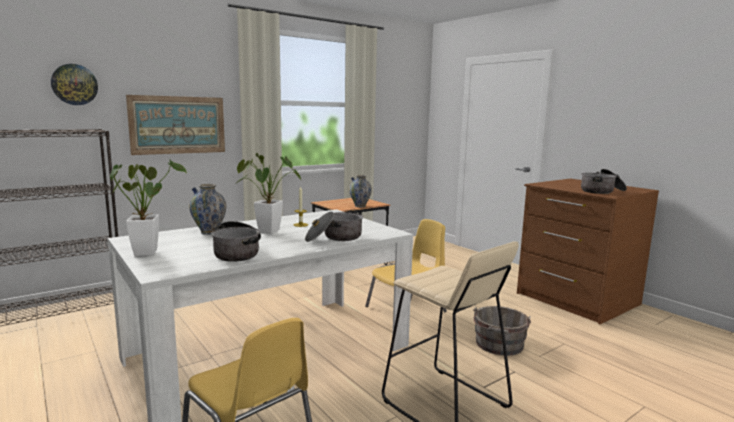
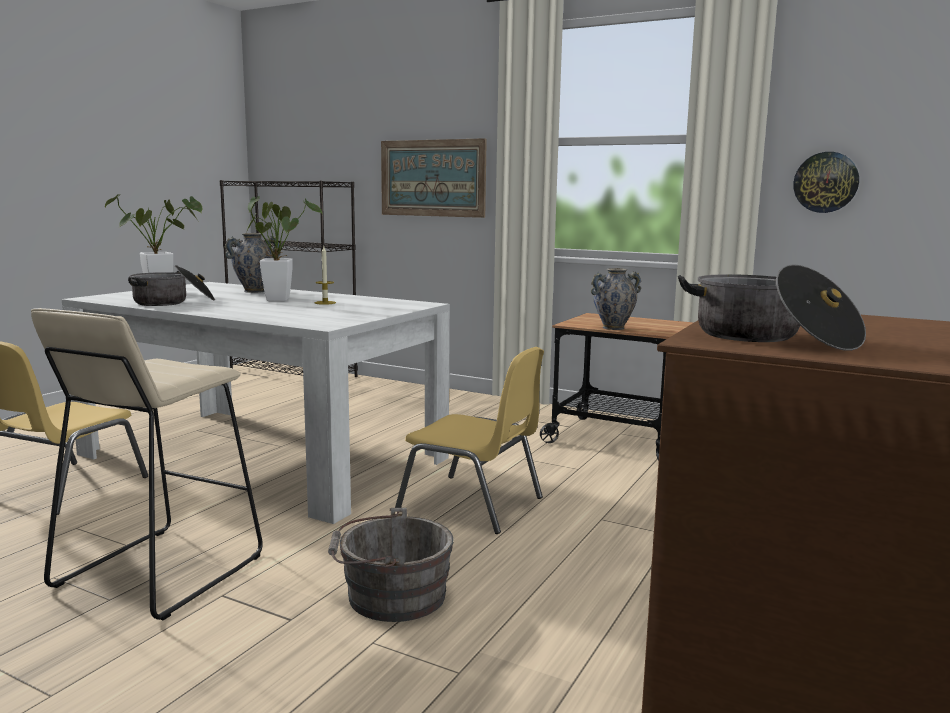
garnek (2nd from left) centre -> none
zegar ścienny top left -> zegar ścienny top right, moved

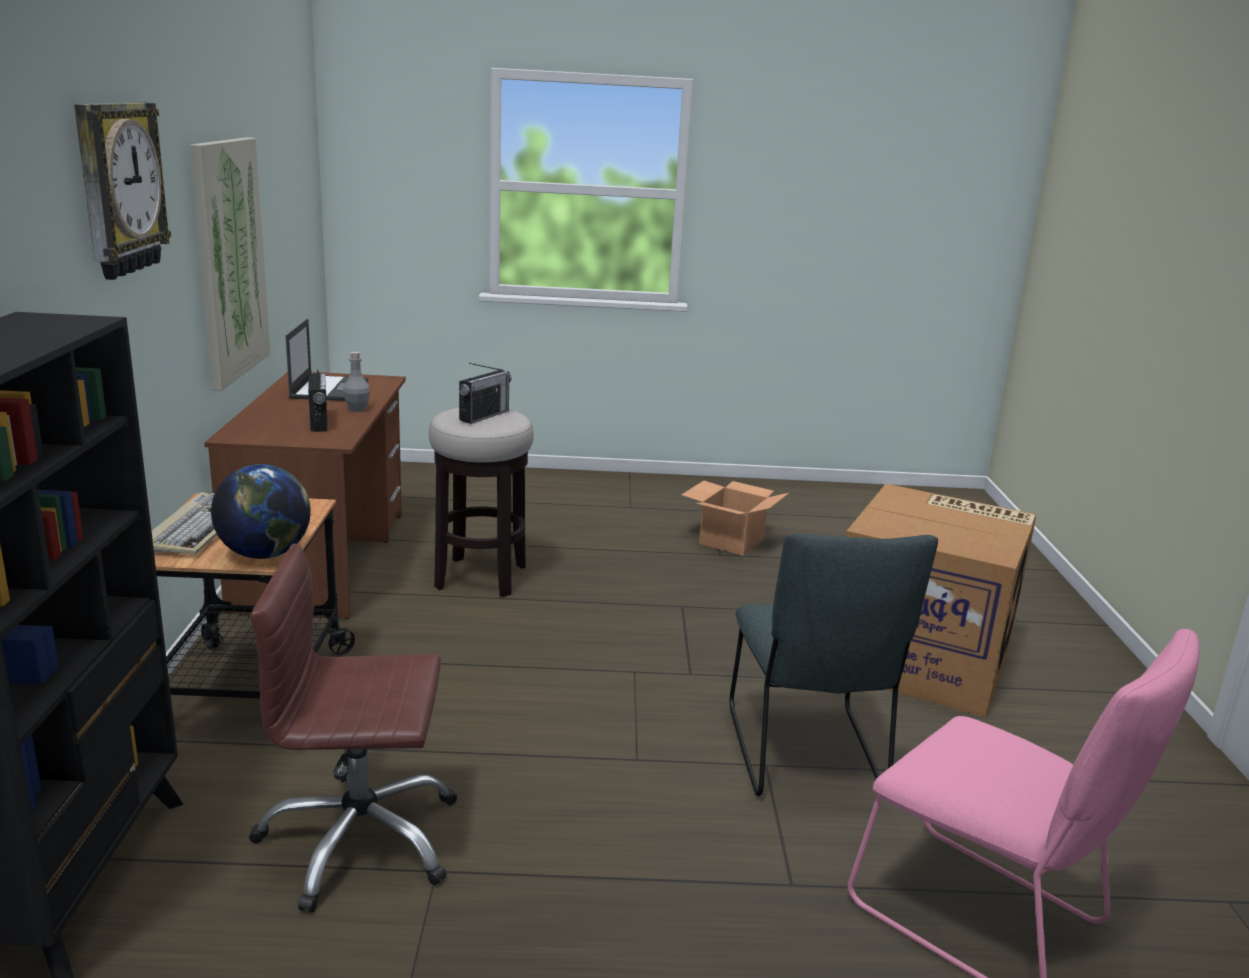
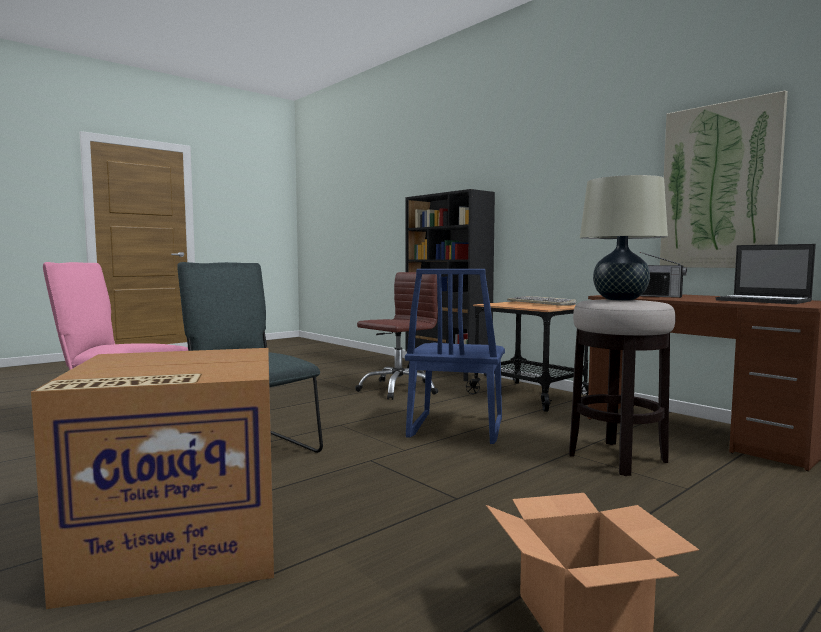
zegar ścienny top left -> none
globus middle left -> none
butelka (szary) middle left -> none
none -> krzesło (niebieski) centre
radio (2nd from left) centre -> lampa stołowa (beżowy) middle right

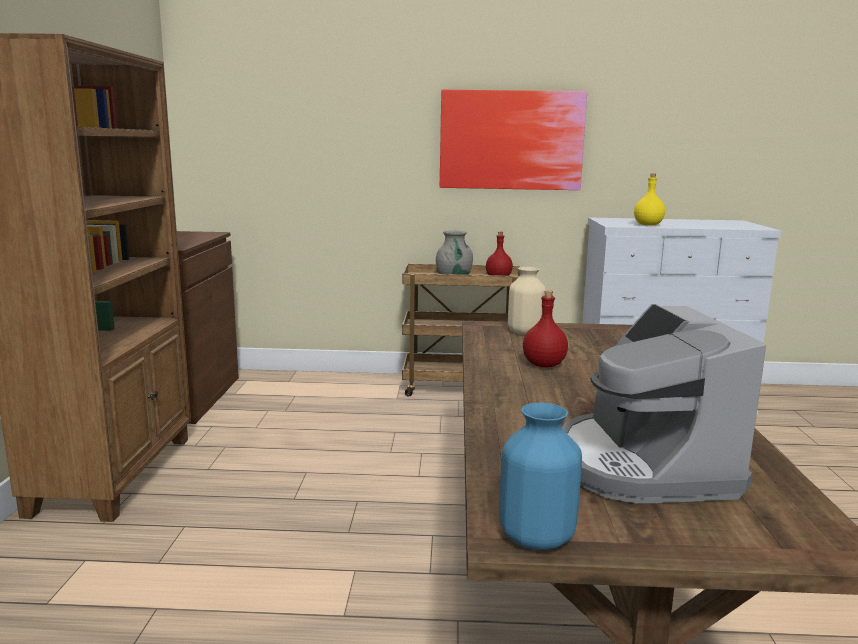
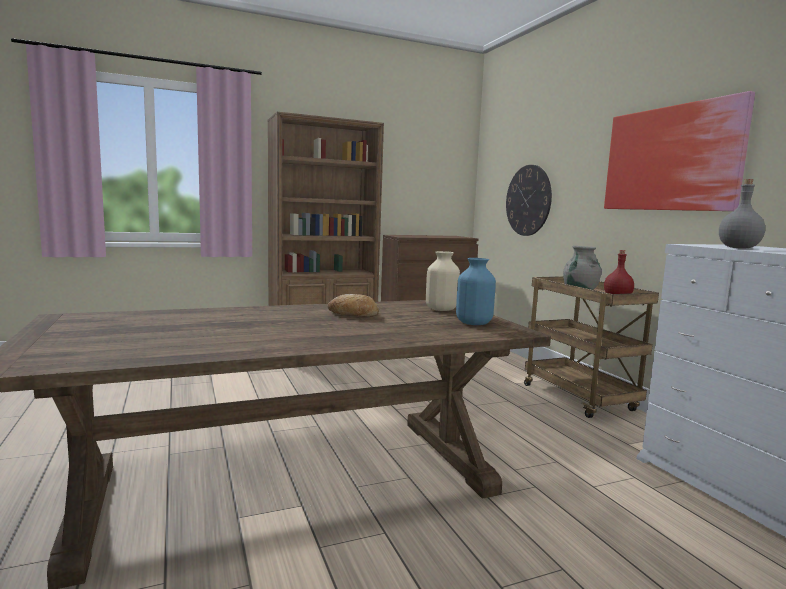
ekspres do kawy middle right -> none
none -> zegar ścienny middle right
wazon (niebieski) bottom centre -> wazon (niebieski) centre, moved
butelka (czerwony) (2nd from left) centre -> chleb centre
butelka (żółty) top right -> butelka (szary) middle right

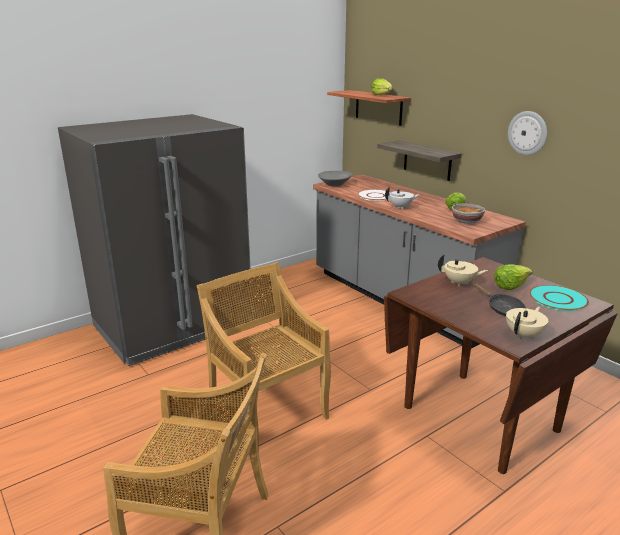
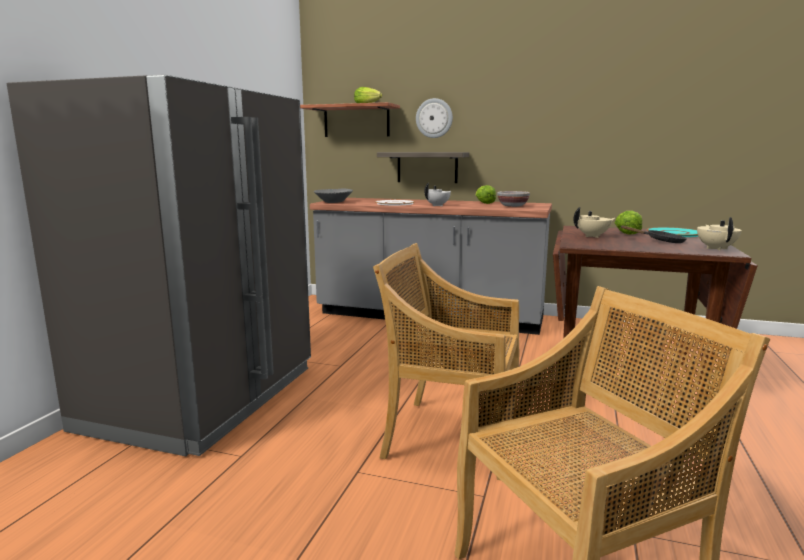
zegar ścienny top right -> zegar ścienny top centre, moved

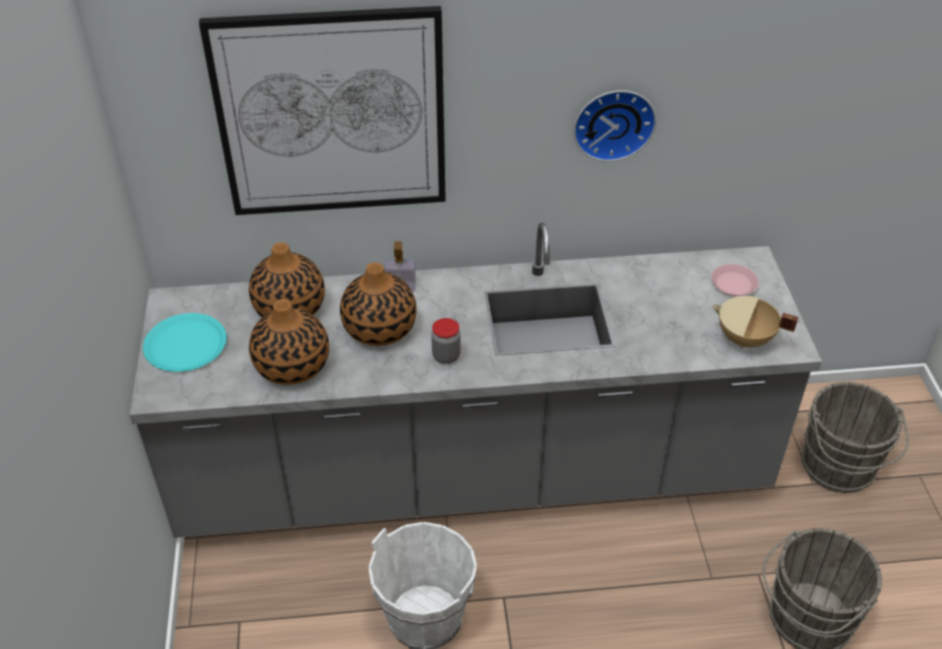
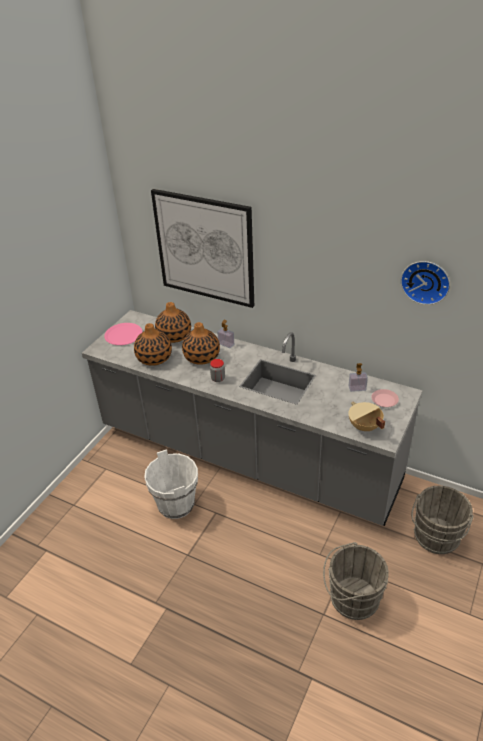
none -> dozownik mydła (2nd from left) middle right
zegar ścienny top centre -> zegar ścienny middle right, moved
talerz (turkusowy) middle left -> talerz (różowy) (1st from left) middle left

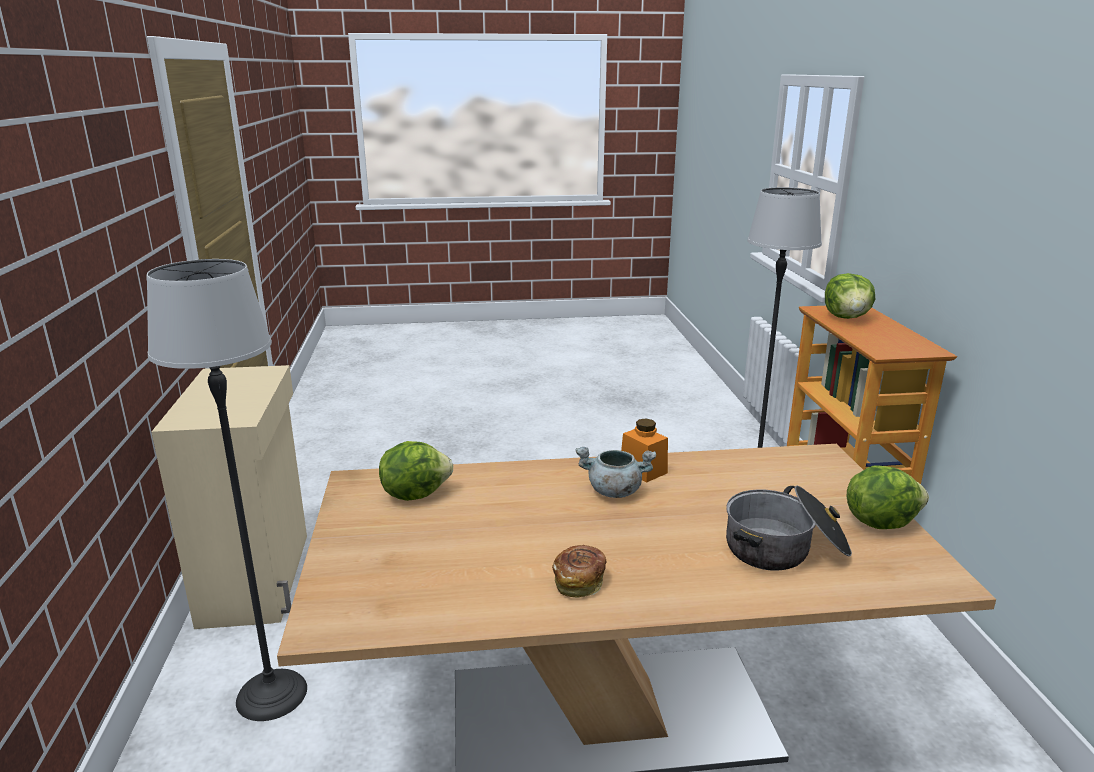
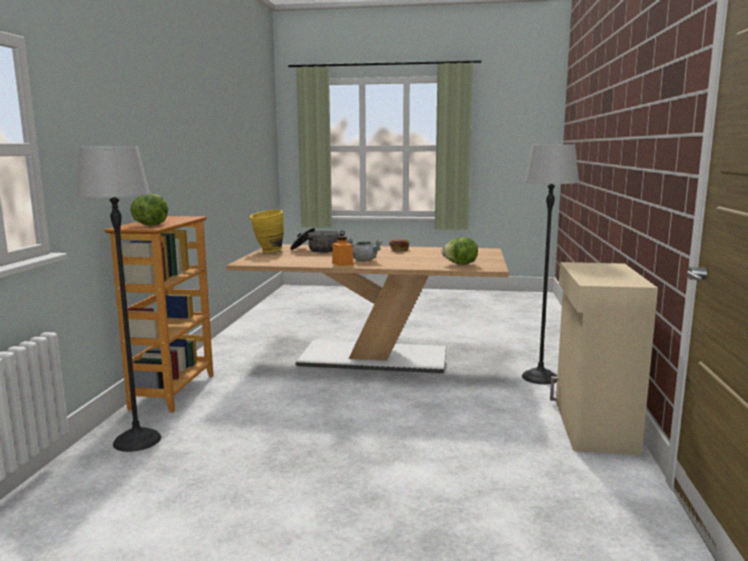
sałata (3rd from left) middle right -> wazon (żółty) centre

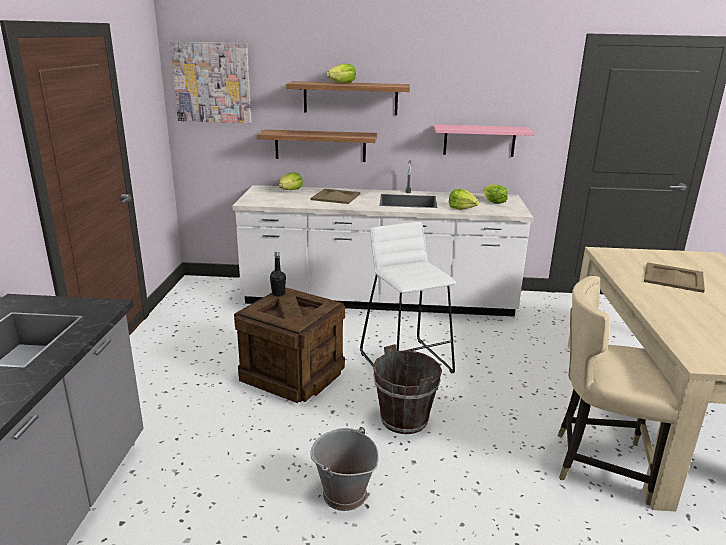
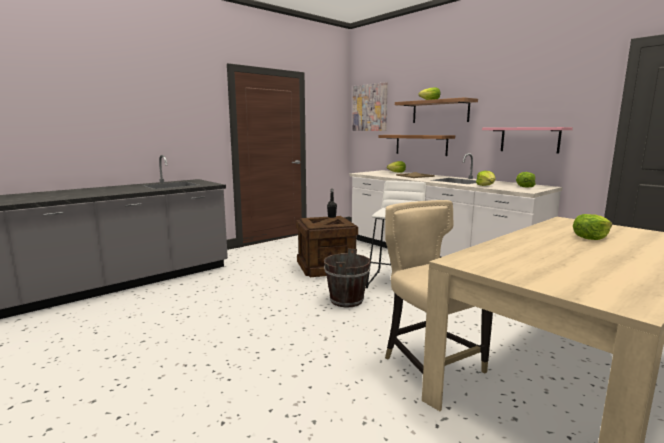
wiadro (szary) bottom centre -> none
taca (beżowy) (2nd from left) middle right -> sałata (5th from left) middle right

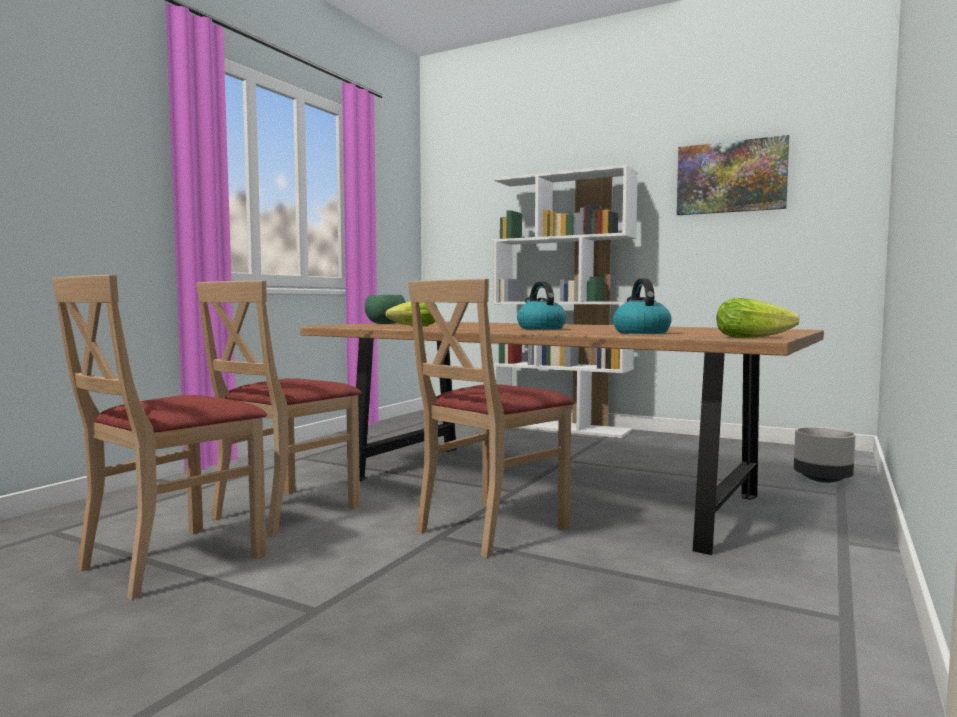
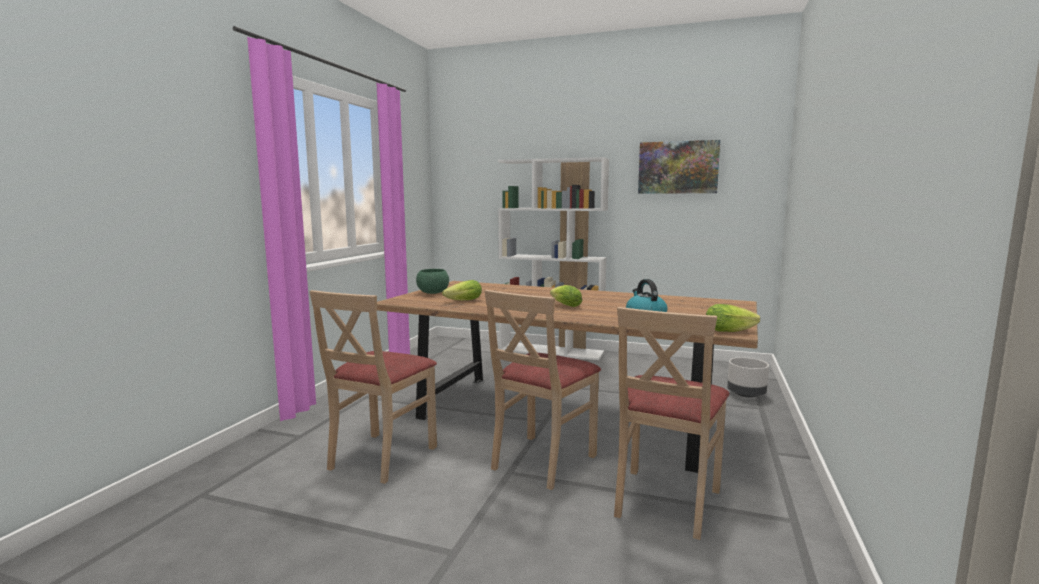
krzesło (beżowy) (1st from left in the first image) middle left -> krzesło (beżowy) (3rd from left) bottom centre, moved
czajnik (1st from left) centre -> sałata (2nd from left) centre

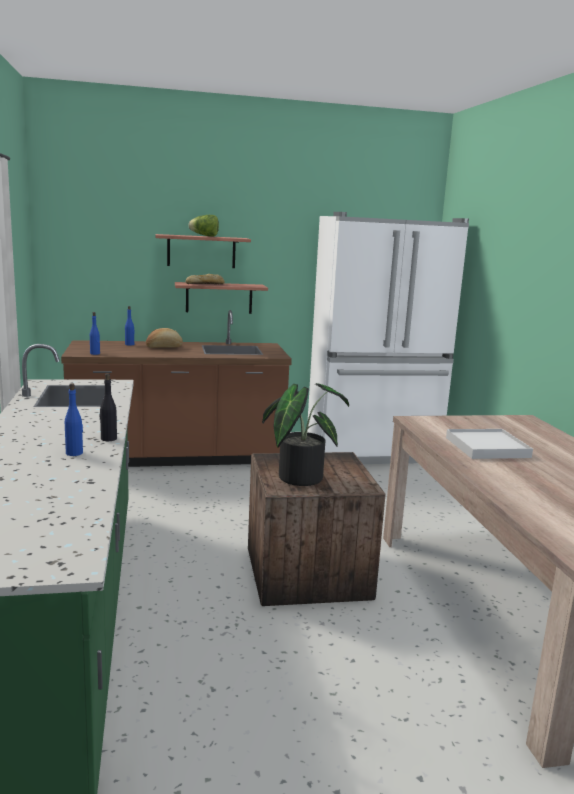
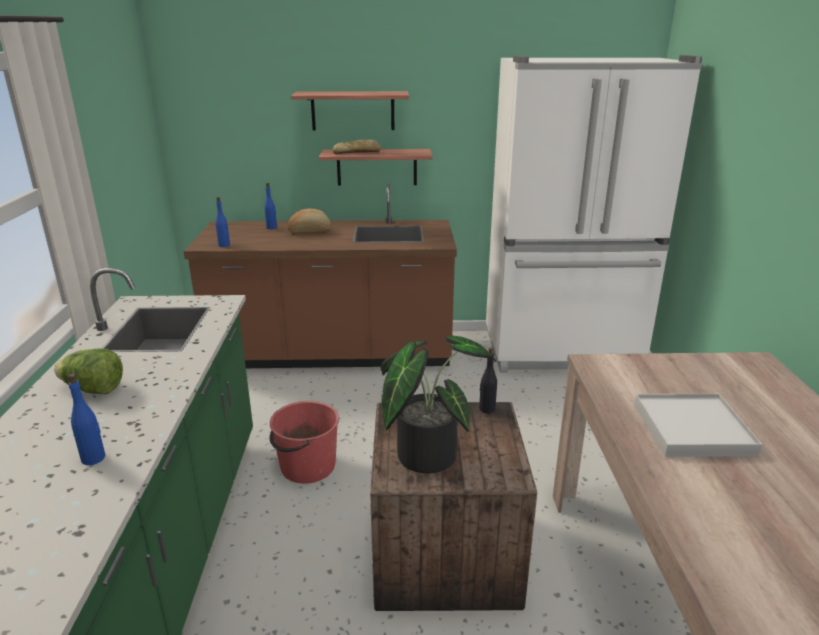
none -> wiadro (czerwony) bottom centre
butelka (czarny) middle left -> butelka (czarny) centre, moved
sałata top centre -> sałata middle left, moved

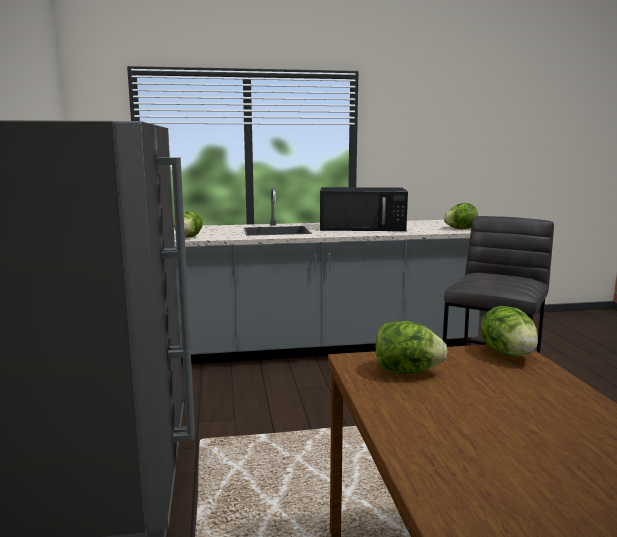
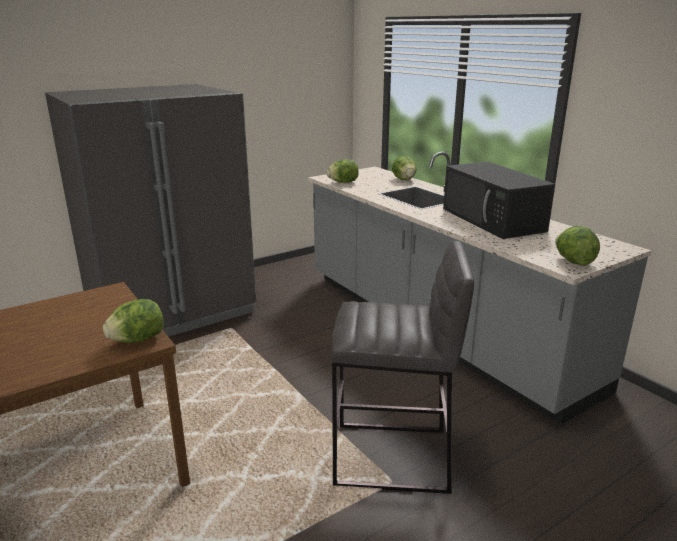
sałata (2nd from left in the first image) centre -> sałata (3rd from left) top centre, moved

